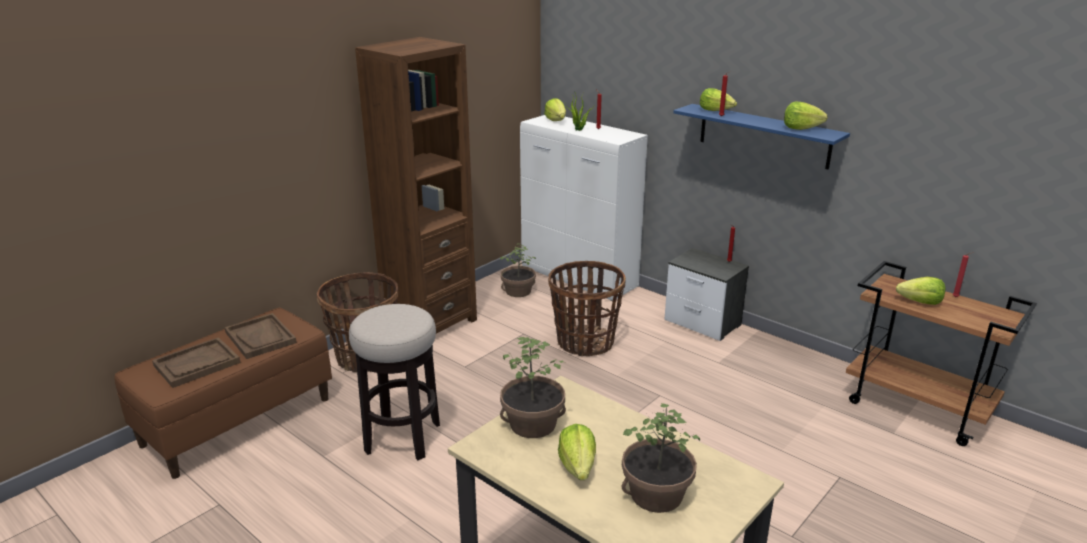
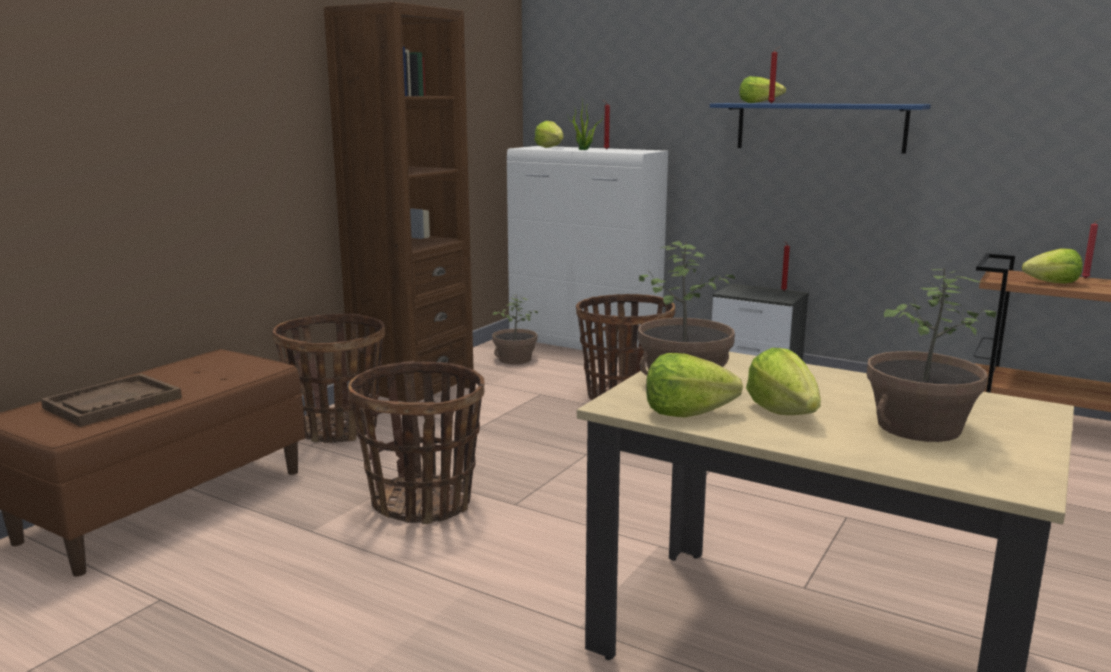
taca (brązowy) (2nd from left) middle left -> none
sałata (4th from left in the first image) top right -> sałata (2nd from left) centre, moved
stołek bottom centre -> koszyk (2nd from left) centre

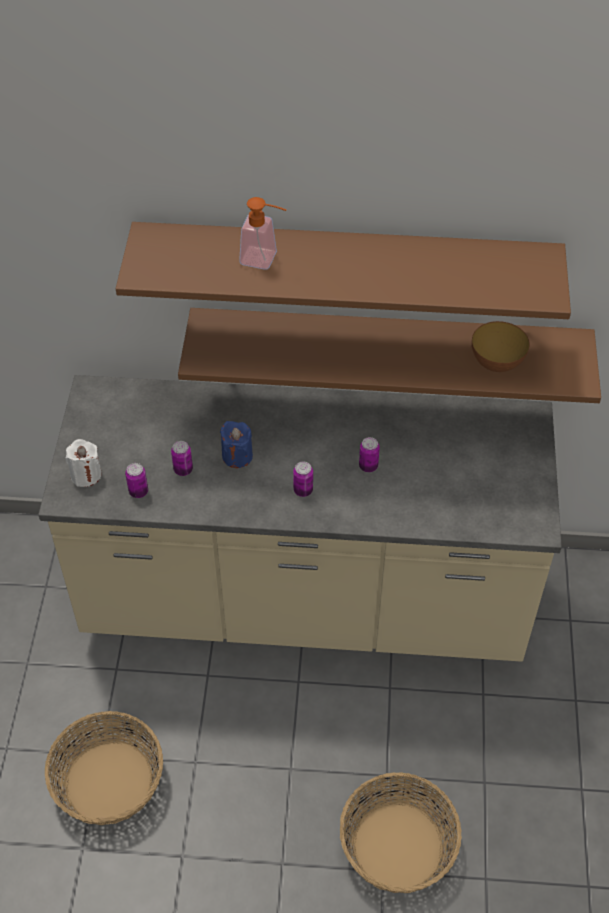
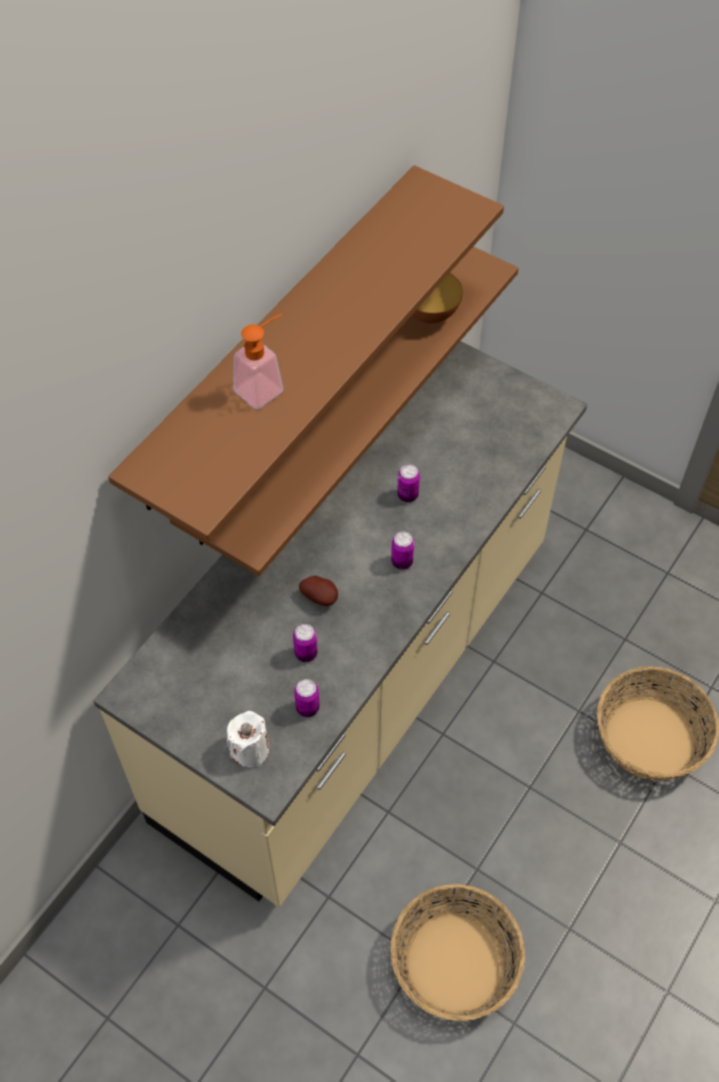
świeca (niebieski) centre -> ziemniak centre

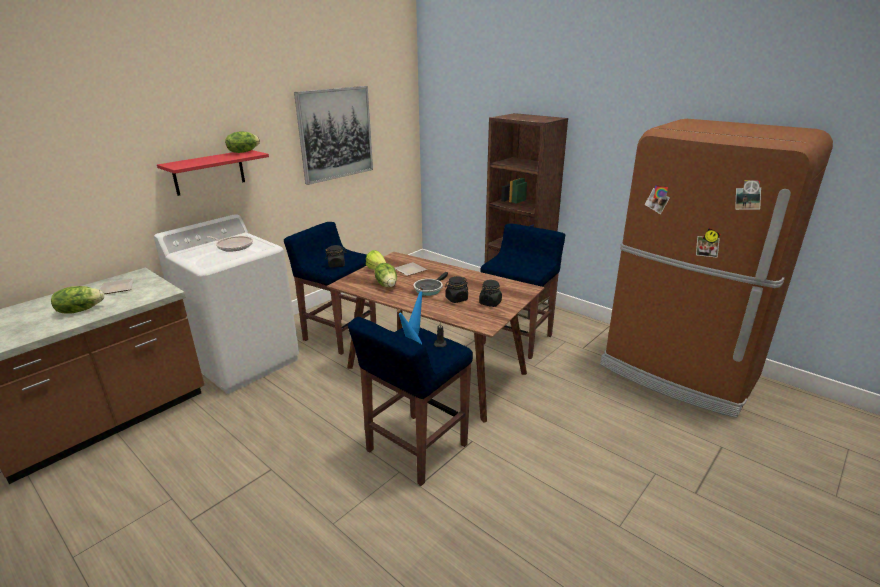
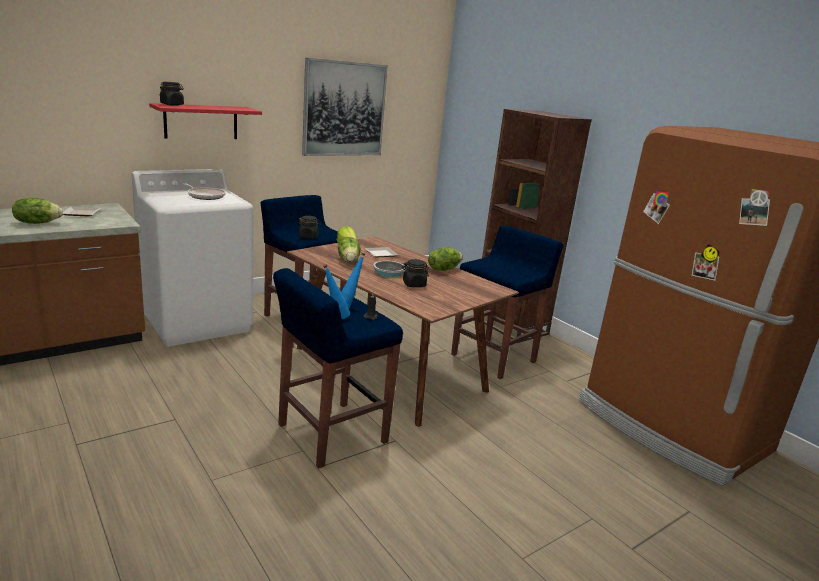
sałata (2nd from left in the first image) top left -> sałata (4th from left) centre, moved
słoik (czarny) (3rd from left in the first image) centre -> słoik (czarny) (1st from left) top left, moved

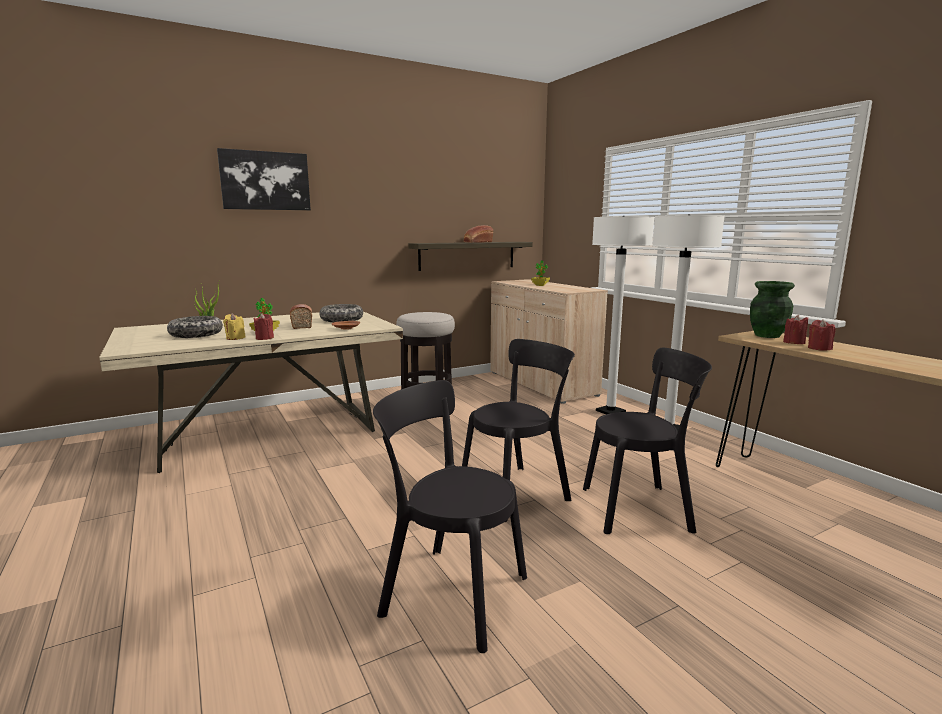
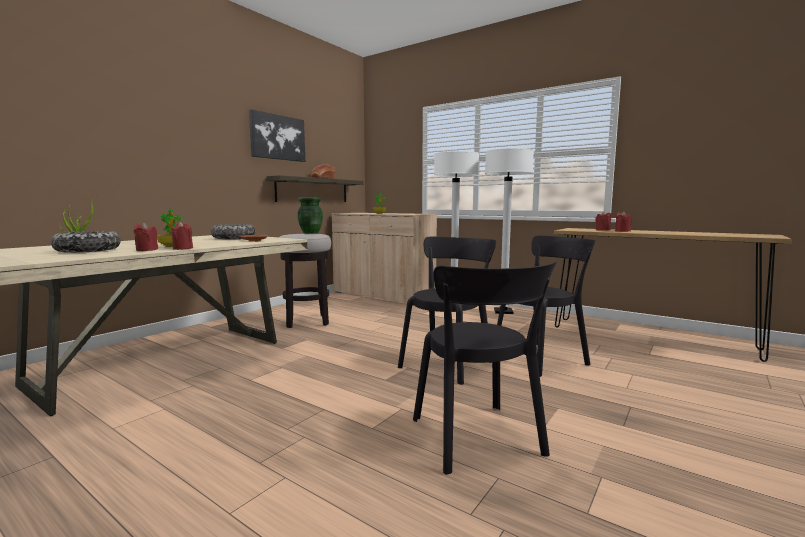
chleb (1st from left) middle left -> none
obraz top left -> obraz top centre, moved
wazon (zielony) middle right -> wazon (zielony) centre, moved
świeca (żółty) middle left -> świeca (czerwony) (1st from left) middle left
krzesło (czarny) (1st from left in the first image) bottom centre -> krzesło (czarny) (2nd from left) bottom centre, 105 degrees counterclockwise

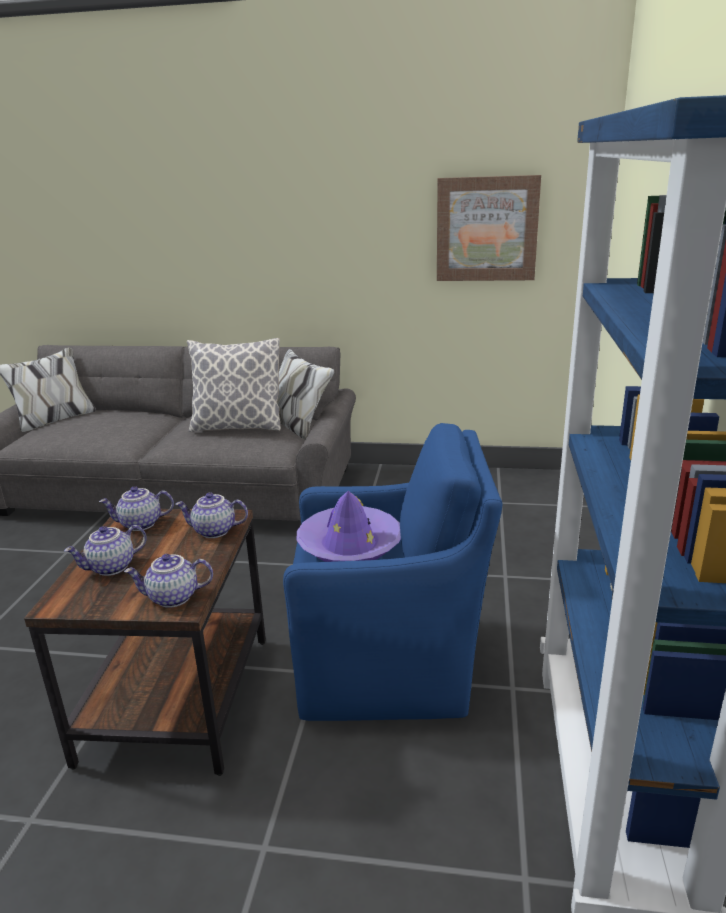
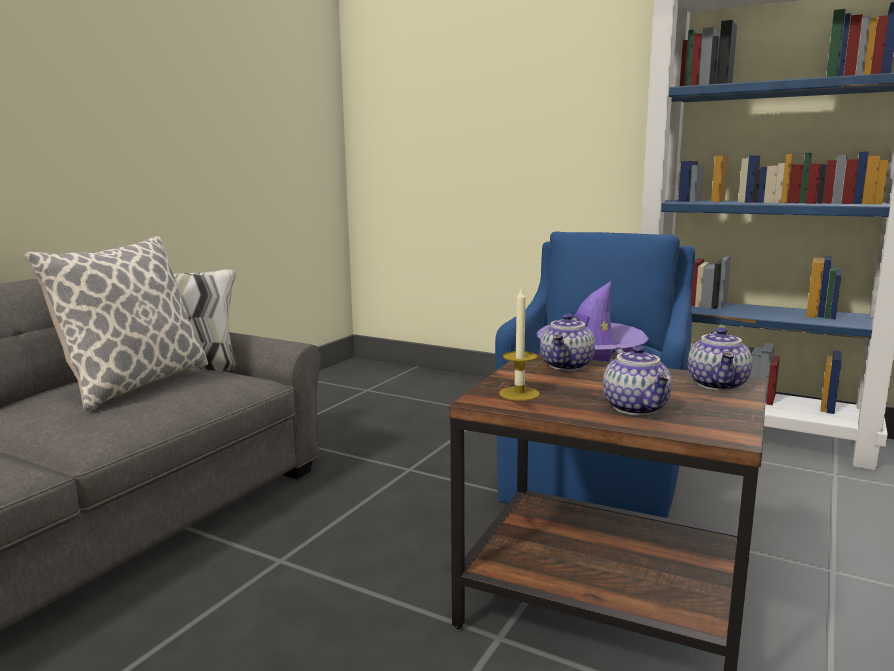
obraz top right -> none
imbryk (2nd from left) middle left -> świeca centre

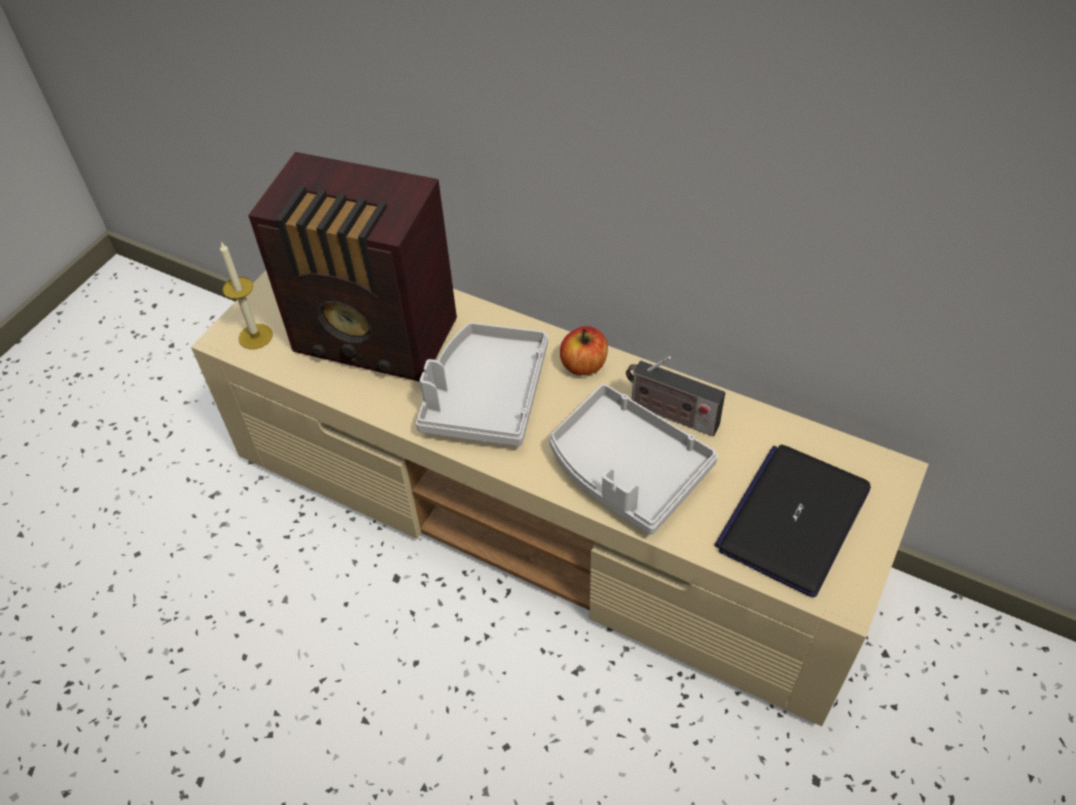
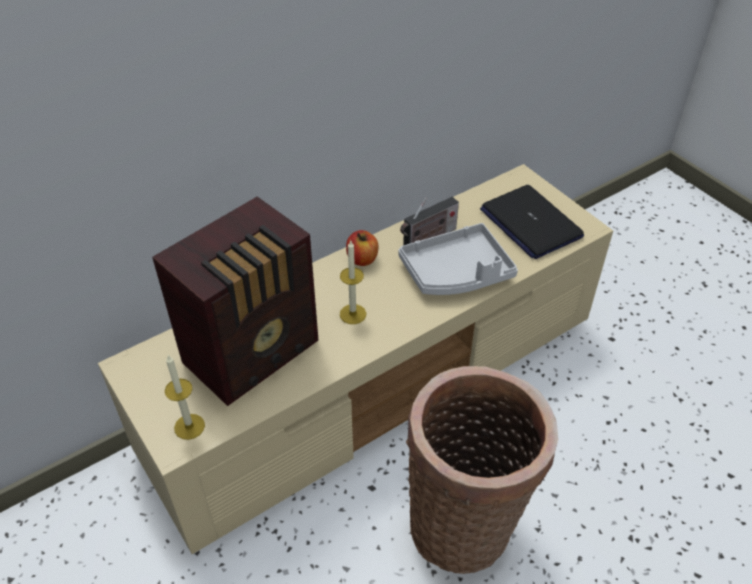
none -> koszyk bottom centre
taca (szary) (1st from left) centre -> świeca (2nd from left) centre

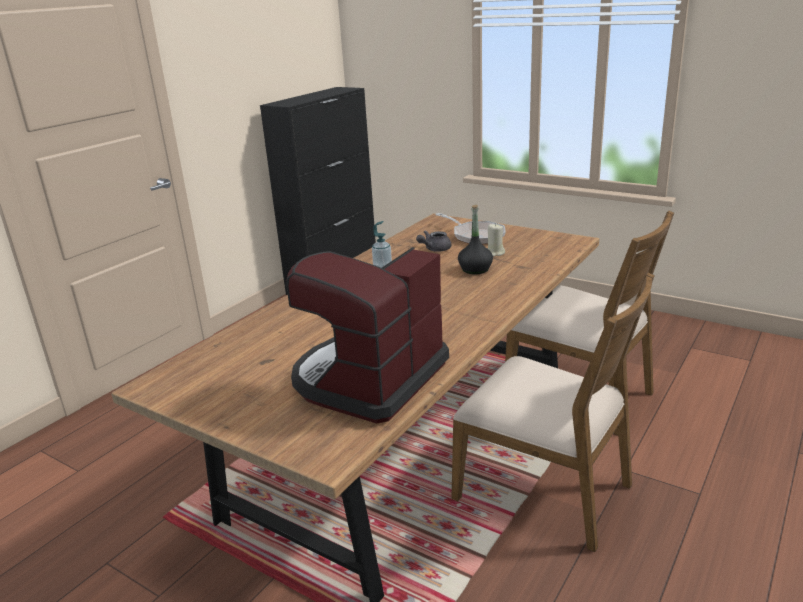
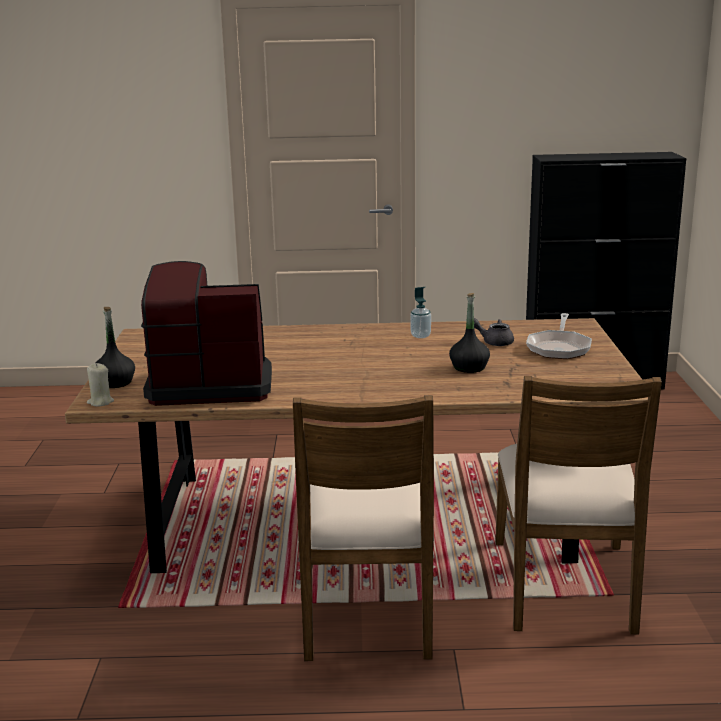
none -> butelka (czarny) (1st from left) middle left
świeca (beżowy) centre -> świeca (beżowy) middle left, moved

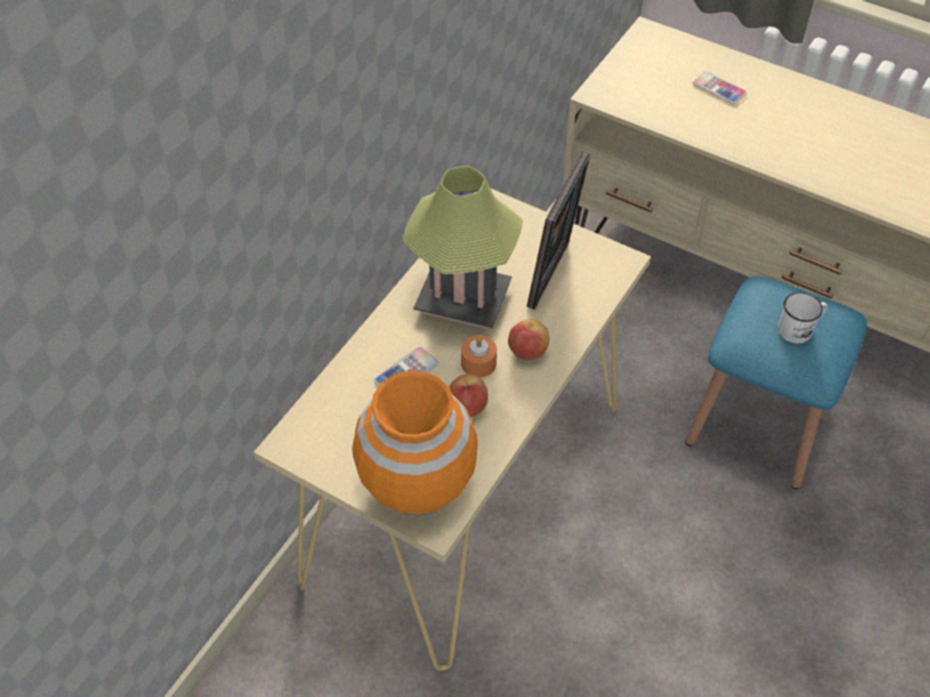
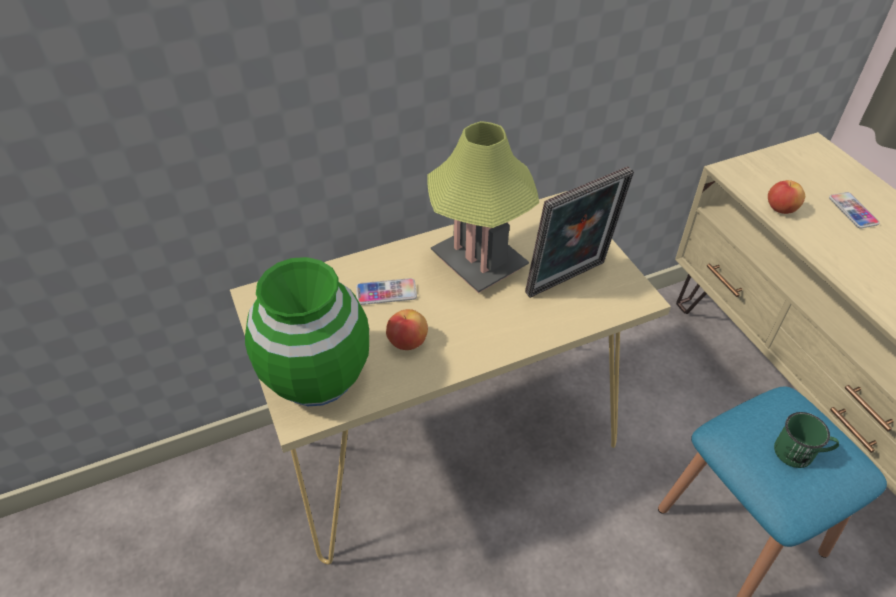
świeca (pomarańczowy) centre -> none
jabłko (2nd from left) centre -> jabłko (2nd from left) top right, moved
wazon (pomarańczowy) centre -> wazon (zielony) centre
kubek (biały) middle right -> kubek (zielony) bottom right

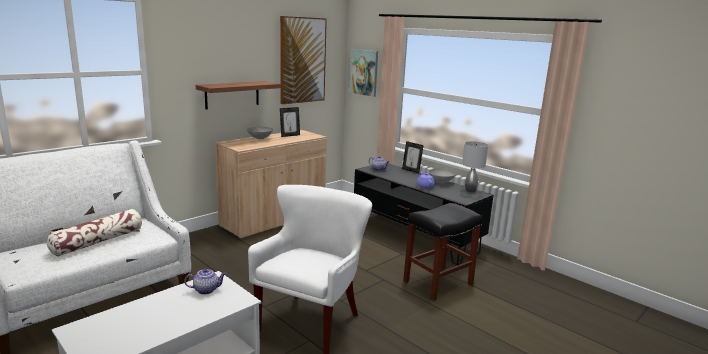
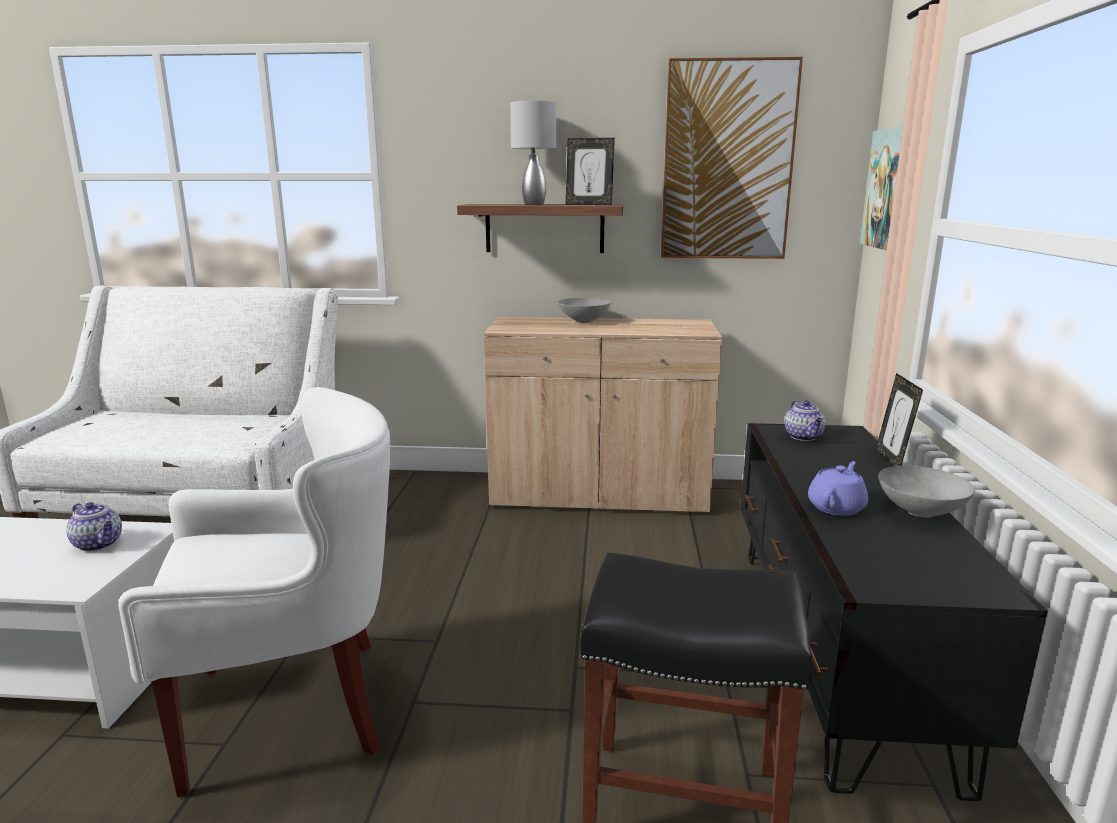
poduszka middle left -> none
ramka na zdjęcie (1st from left) centre -> ramka na zdjęcie (1st from left) top centre, moved
lampa stołowa (szary) middle right -> lampa stołowa (szary) top centre, moved

